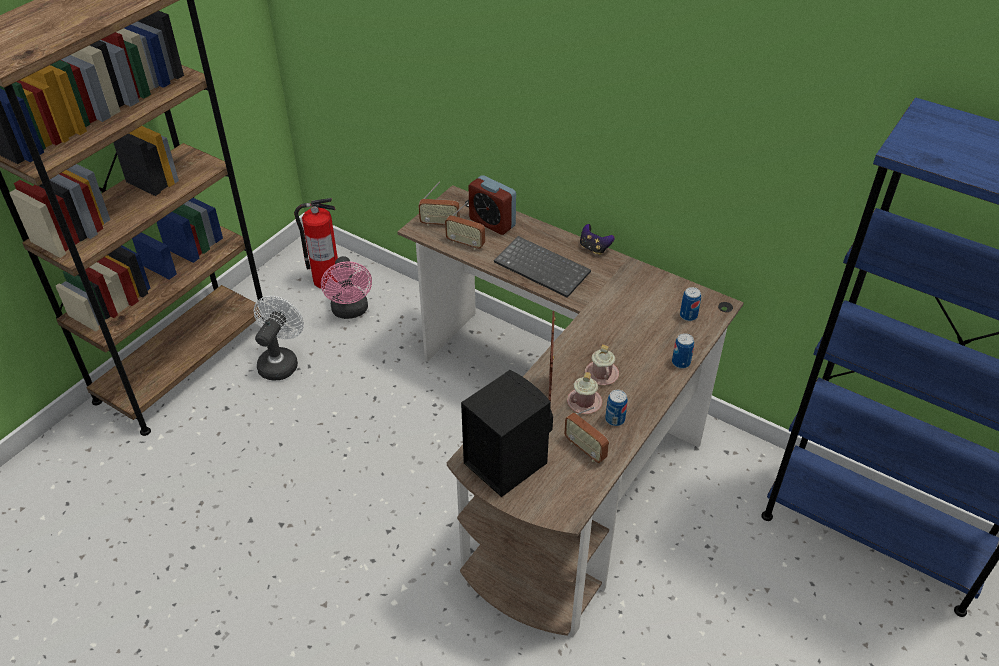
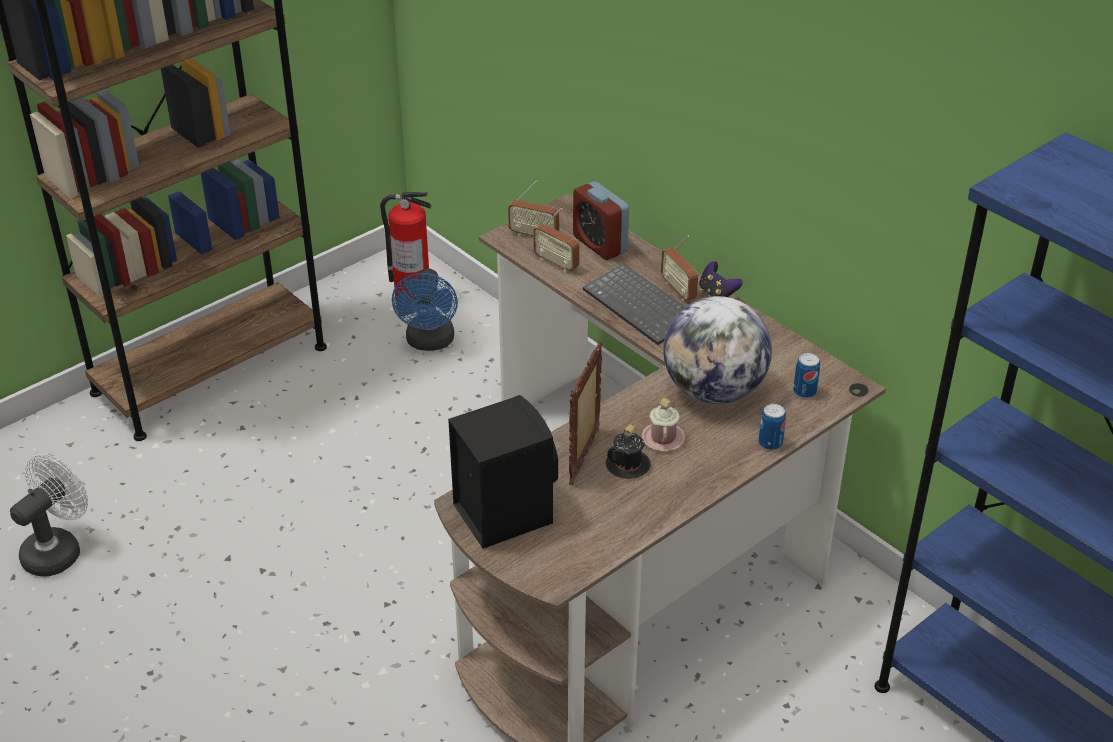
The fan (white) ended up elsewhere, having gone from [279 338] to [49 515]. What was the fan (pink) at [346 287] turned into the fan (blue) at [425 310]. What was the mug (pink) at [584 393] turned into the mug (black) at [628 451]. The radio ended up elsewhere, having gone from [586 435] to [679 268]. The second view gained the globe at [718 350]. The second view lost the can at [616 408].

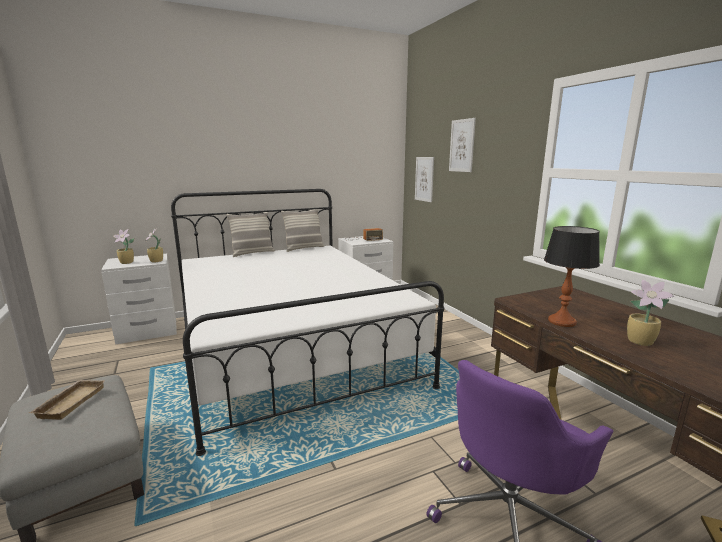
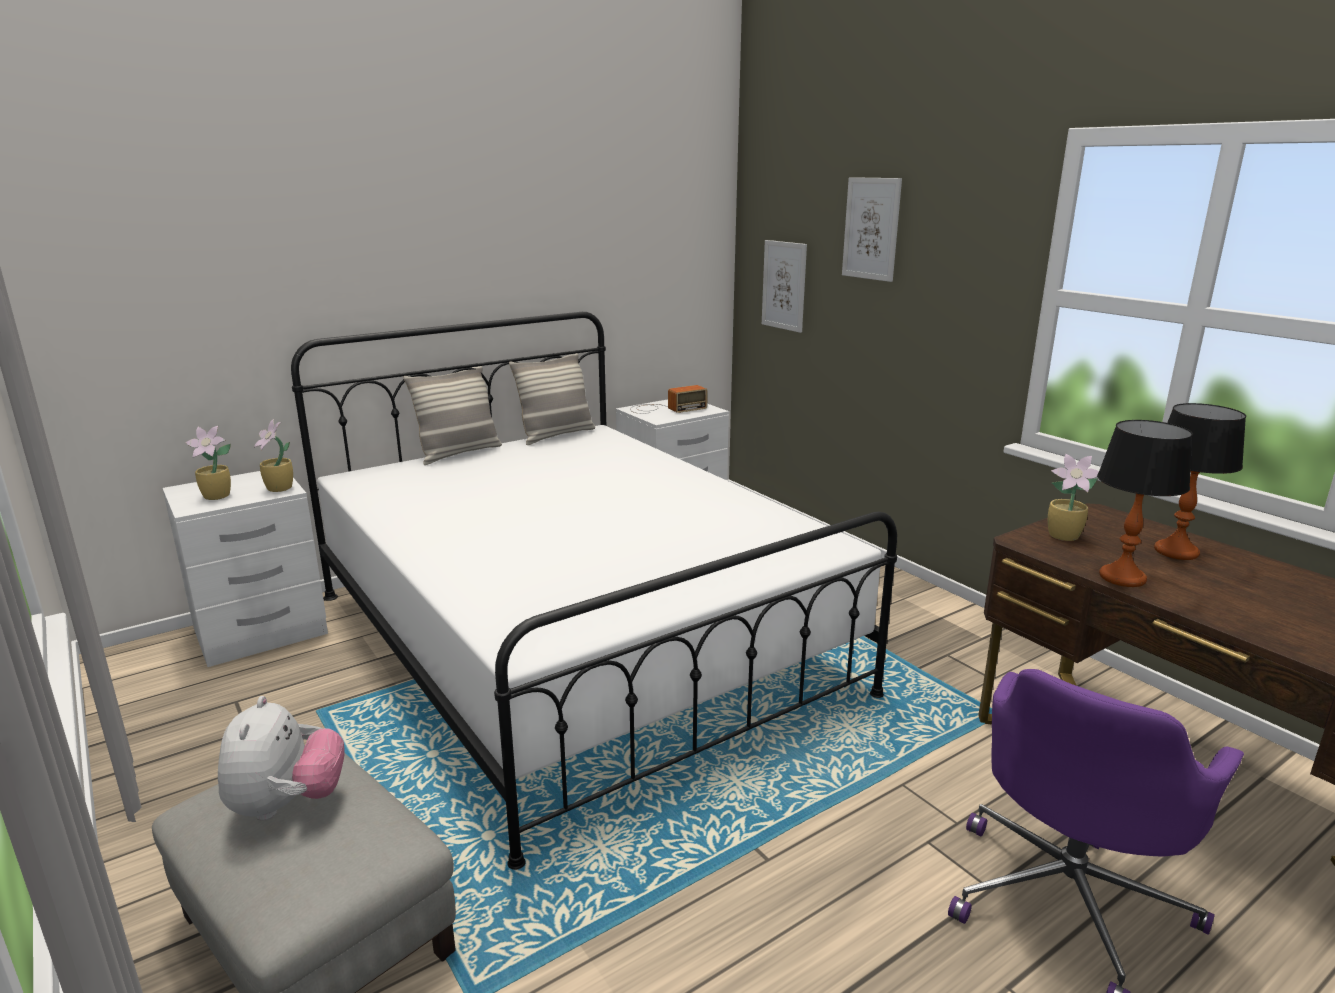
Where the tray (beige) stood at [67 400], the plush toy came to stand at [281 758]. The potted plant ended up elsewhere, having gone from [651 312] to [1073 497]. The second view gained the table lamp at [1200 481].

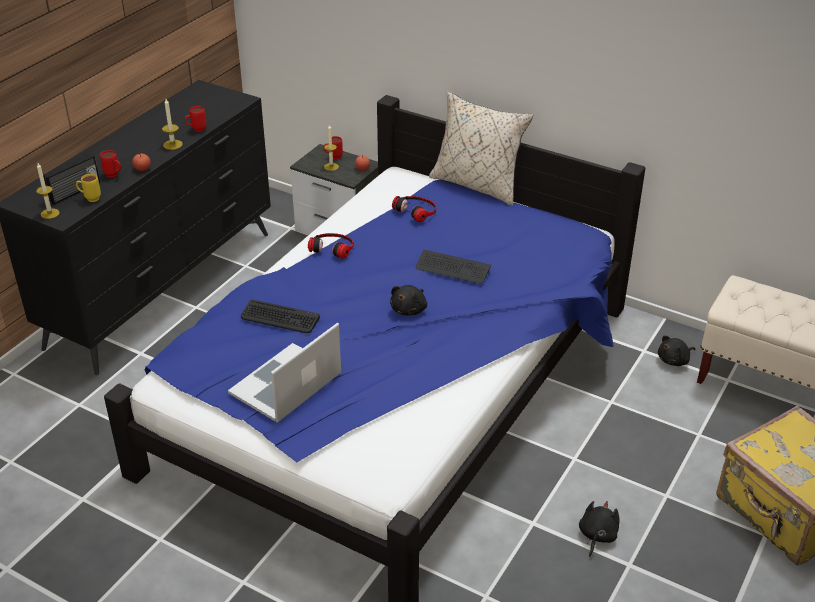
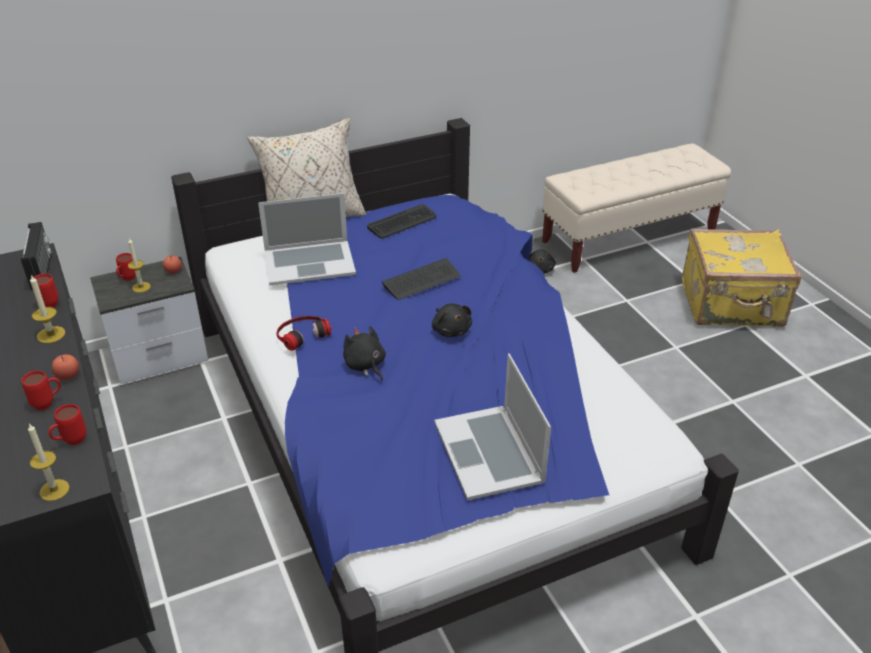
The radio ended up elsewhere, having gone from [71 179] to [36 256]. What was the mug (yellow) at [88 188] turned into the mug (red) at [67 424]. Where the headphones stood at [414 209], the laptop came to stand at [307 239]. The plush toy (black) ended up elsewhere, having gone from [599 529] to [364 354]. The keyboard ended up elsewhere, having gone from [280 316] to [402 221].

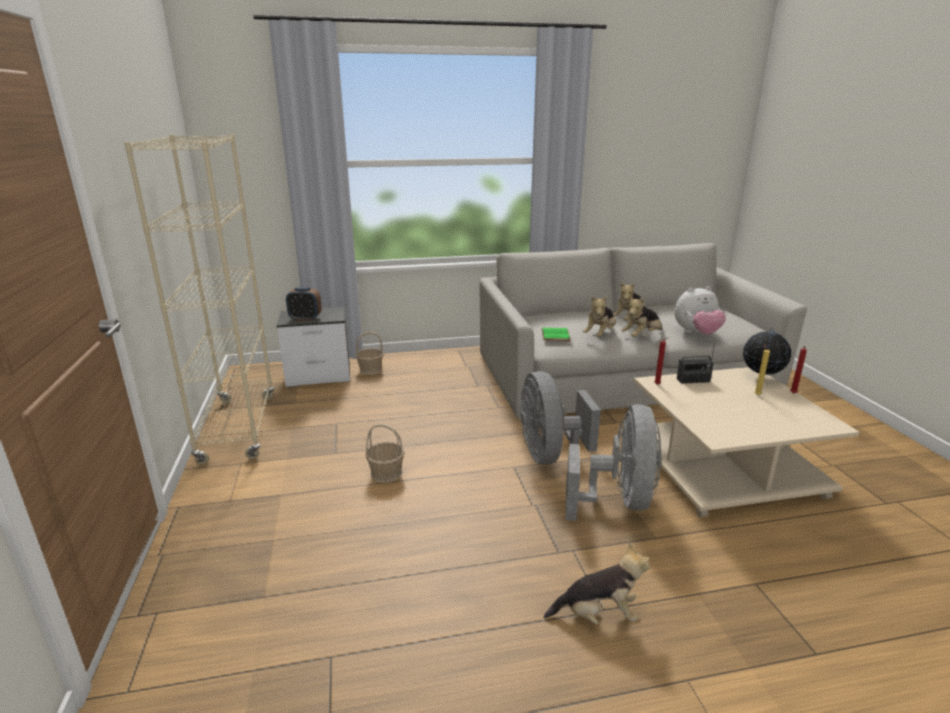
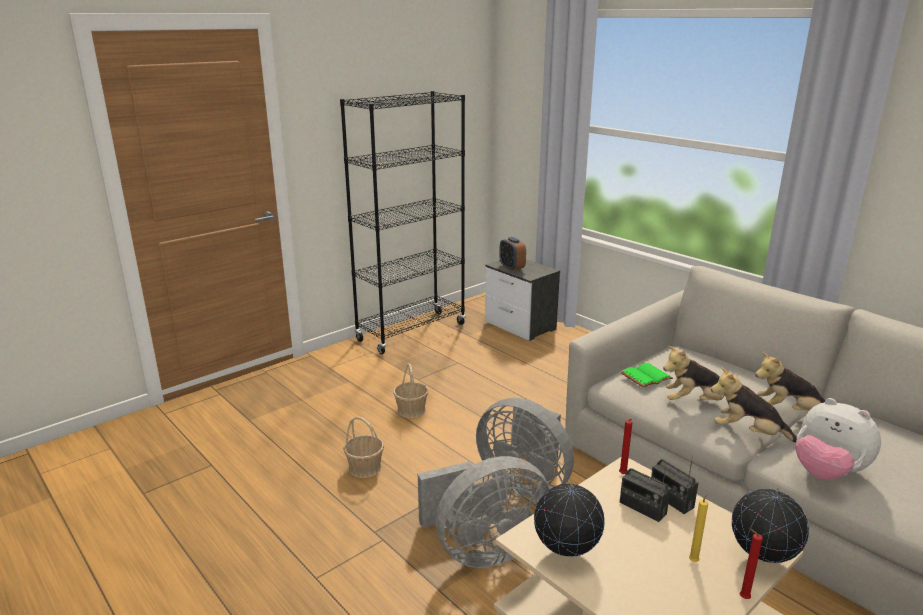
What was the bookcase (beige) at [199 299] turned into the bookcase (black) at [403 222]. The basket ended up elsewhere, having gone from [370 353] to [363 447]. The fan (grey) at [560 418] ended up facing another way, 105 degrees counterclockwise from before. The second view gained the globe at [569 519]. The second view gained the radio at [645 493]. The second view lost the plush toy at [597 583].

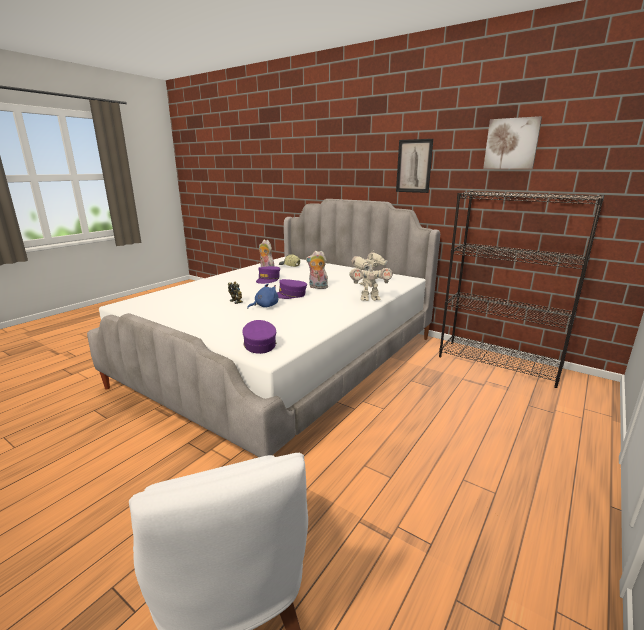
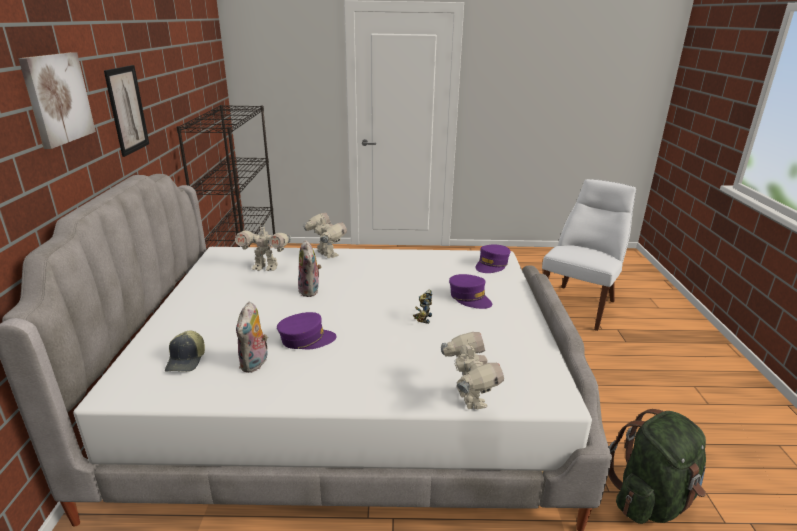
The picture ended up elsewhere, having gone from [512 142] to [57 100]. The second view gained the toy robot at [472 370]. The cap (purple) ended up elsewhere, having gone from [292 289] to [470 291]. The second view gained the backpack (green) at [657 466]. The second view lost the plush toy (blue) at [263 295].

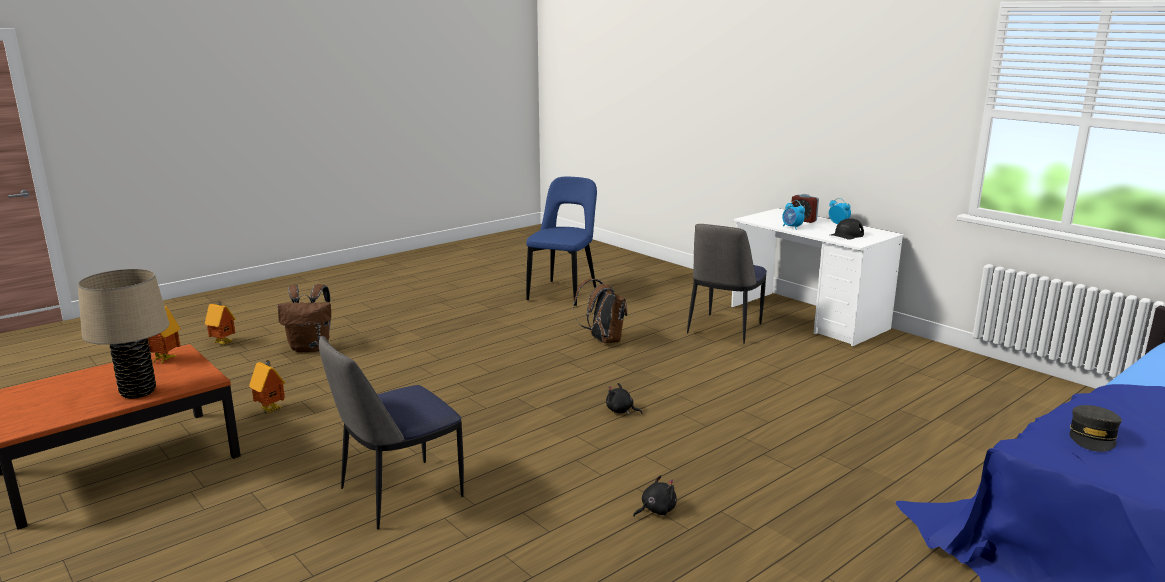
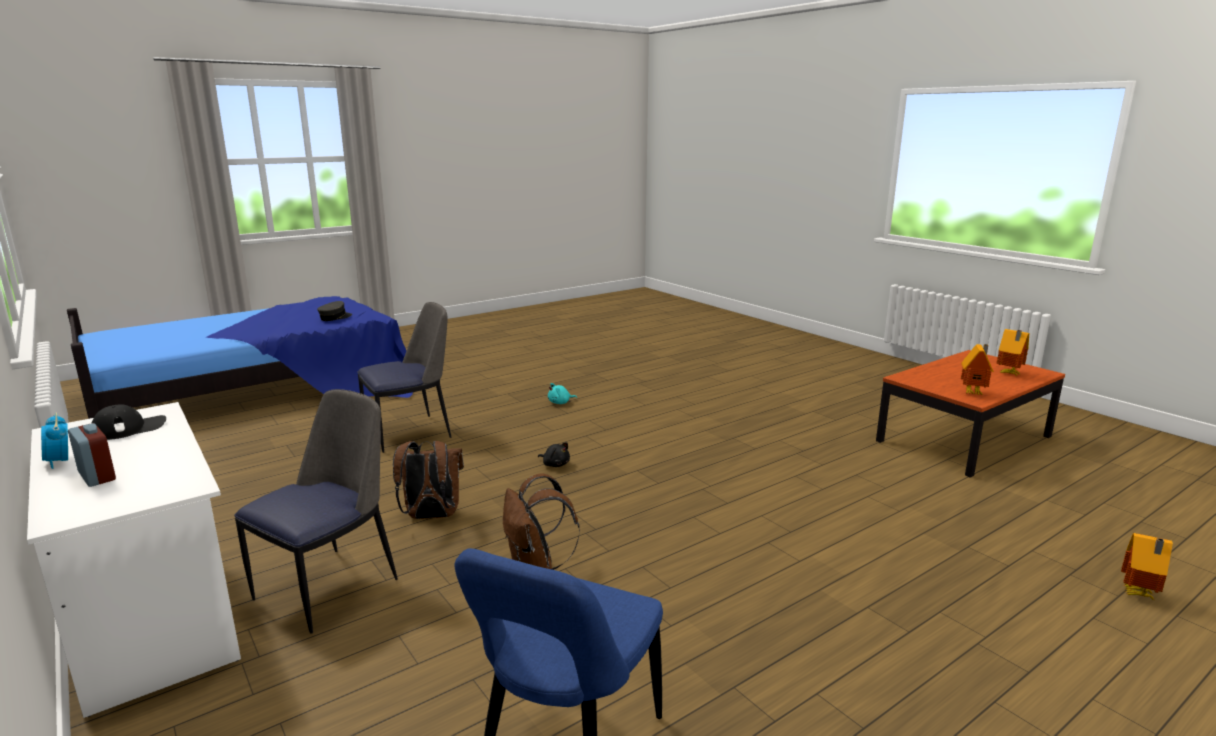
The chair ended up elsewhere, having gone from [391 433] to [404 377]. The backpack (brown) ended up elsewhere, having gone from [304 318] to [428 480]. What was the plush toy (black) at [655 496] turned into the plush toy (turquoise) at [562 393]. The toy house ended up elsewhere, having gone from [267 386] to [1013 352]. The second view lost the table lamp (beige) at [123 334]. The second view lost the alarm clock at [793 215].

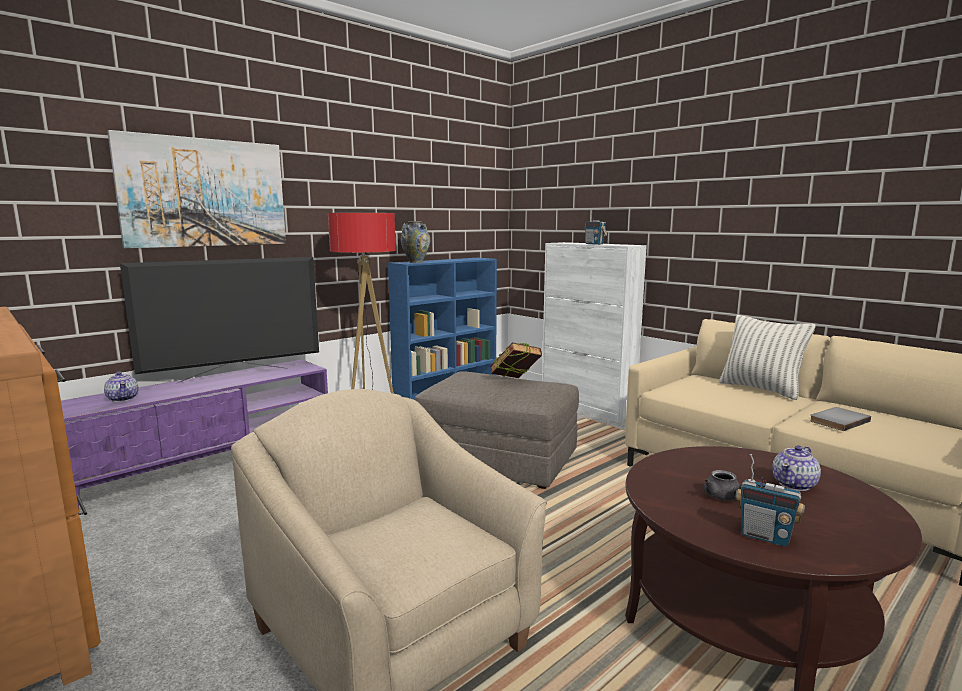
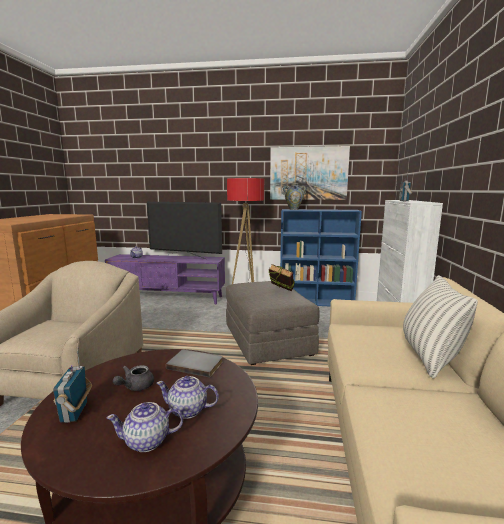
The second view gained the teapot at [144 427]. The book (grey) ended up elsewhere, having gone from [840 419] to [194 363]. The picture ended up elsewhere, having gone from [196 189] to [310 173].

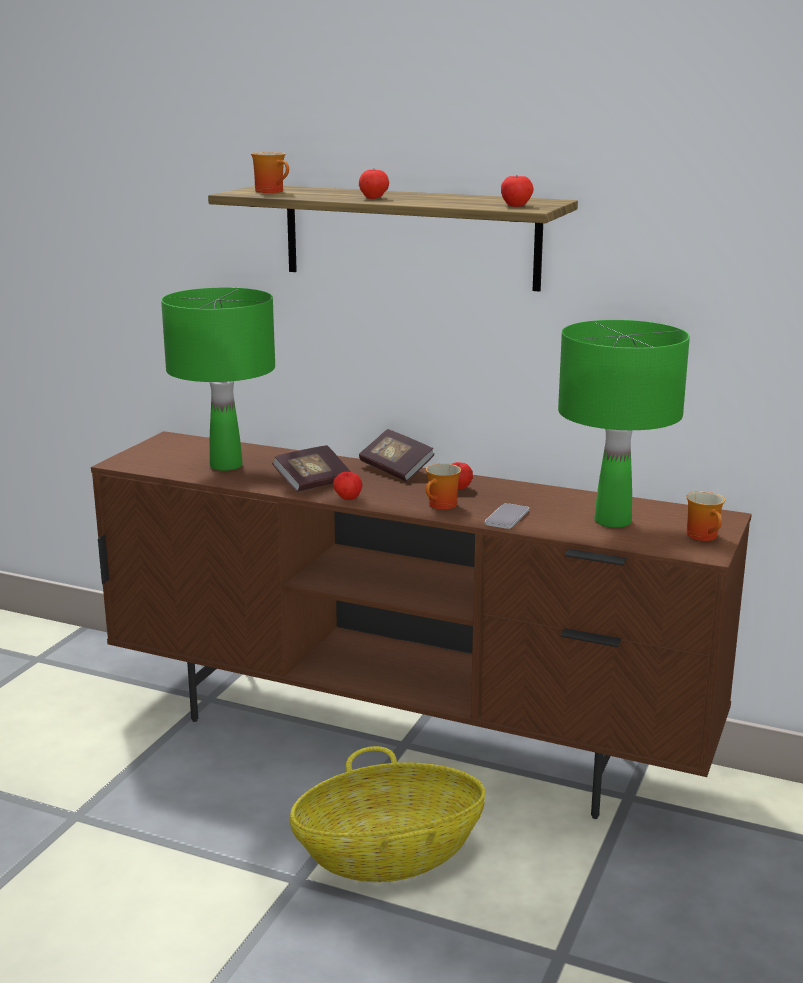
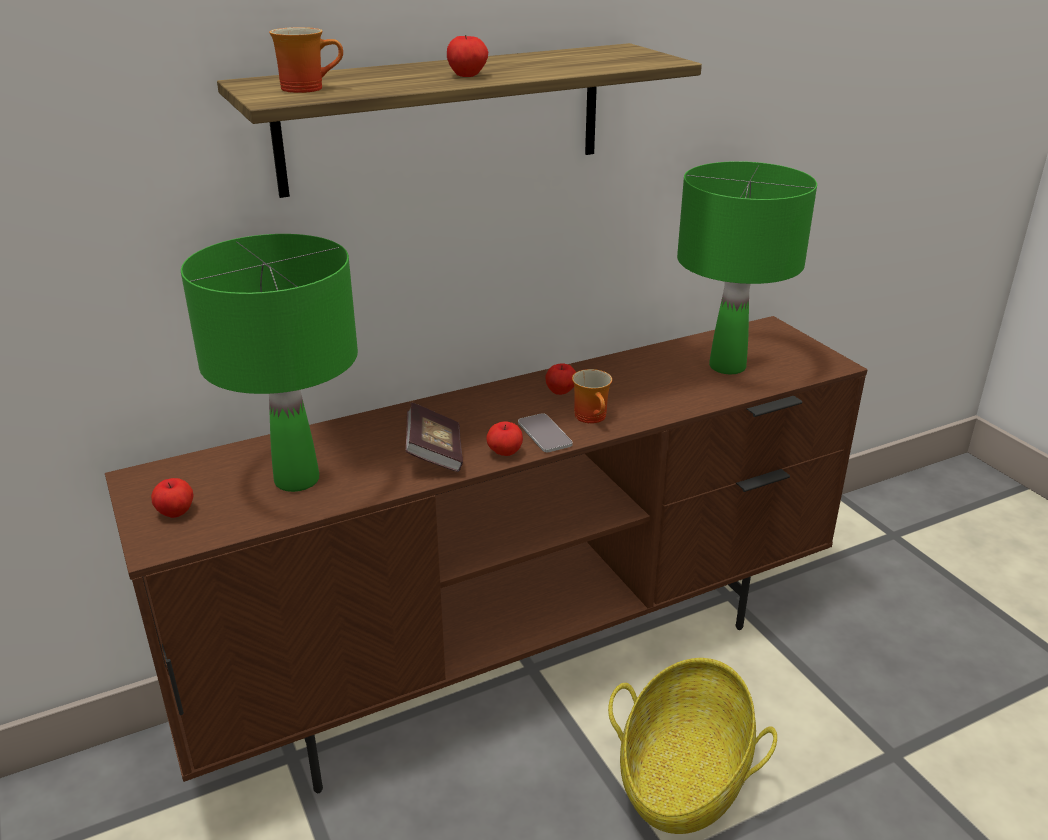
The apple ended up elsewhere, having gone from [517 191] to [172 498]. The phone ended up elsewhere, having gone from [507 516] to [545 432]. The second view lost the book at [397 455]. The second view lost the mug at [705 516].

